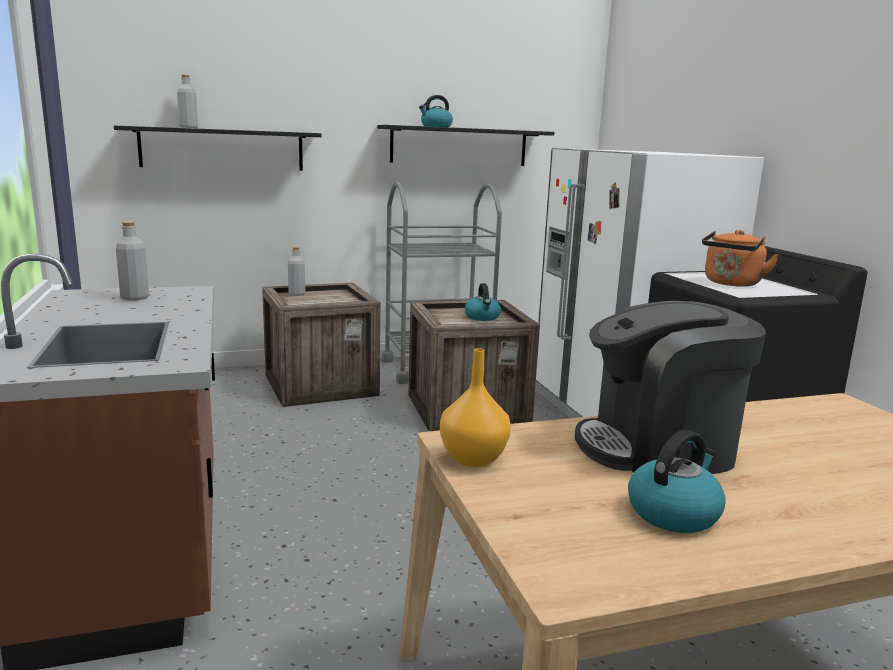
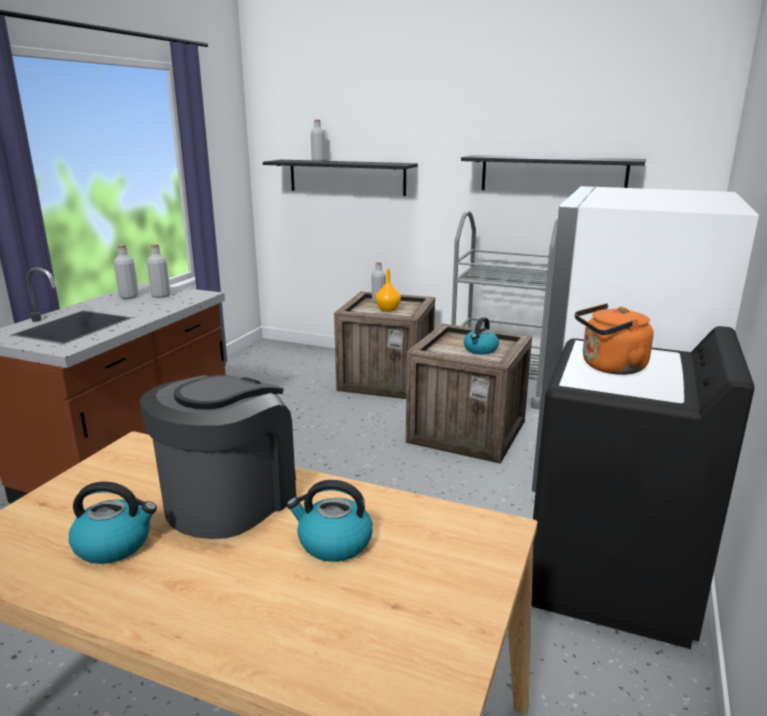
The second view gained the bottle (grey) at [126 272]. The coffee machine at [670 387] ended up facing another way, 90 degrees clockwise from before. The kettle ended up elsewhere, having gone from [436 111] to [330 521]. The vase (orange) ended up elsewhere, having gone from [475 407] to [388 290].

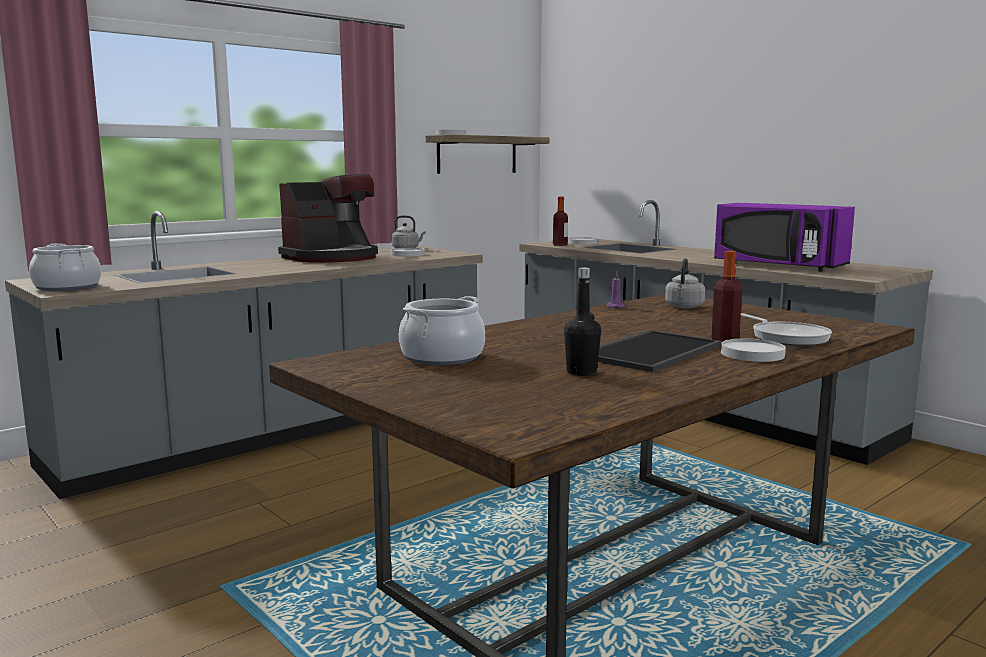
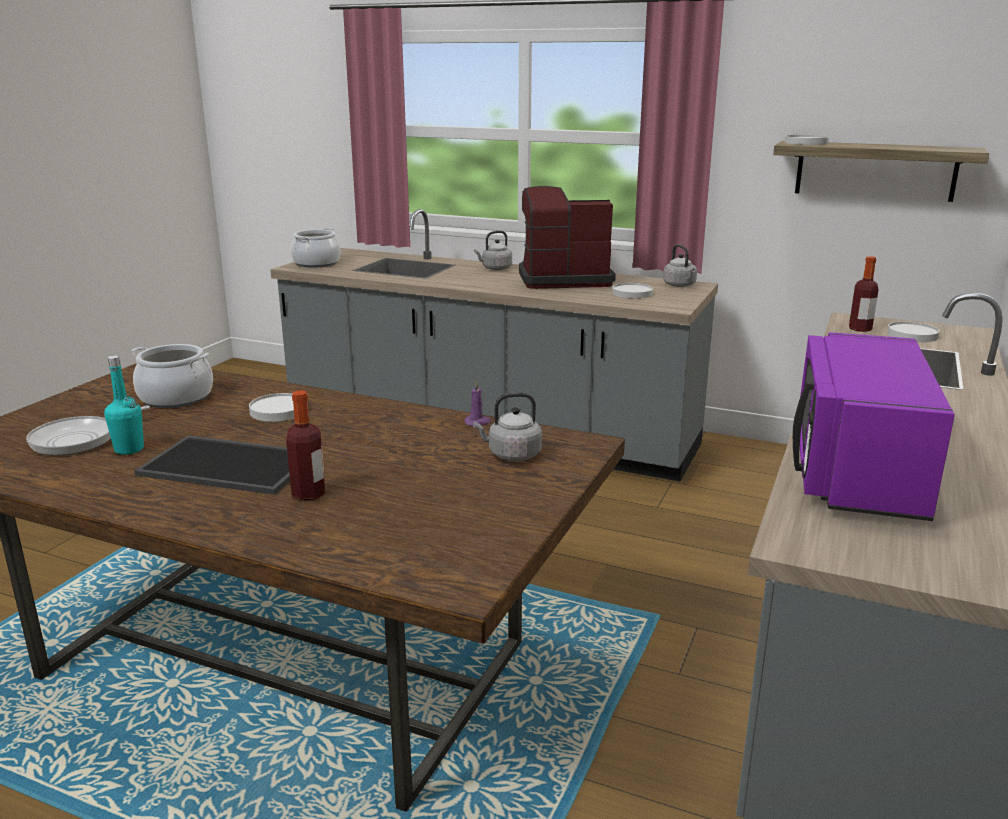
The frying pan ended up elsewhere, having gone from [786 329] to [88 430]. What was the bottle (black) at [582 321] turned into the bottle (turquoise) at [124 405]. The plate (white) ended up elsewhere, having gone from [753 350] to [271 407]. The second view gained the kettle (grey) at [493 250]. The coffee machine at [328 218] ended up facing another way, 150 degrees clockwise from before.

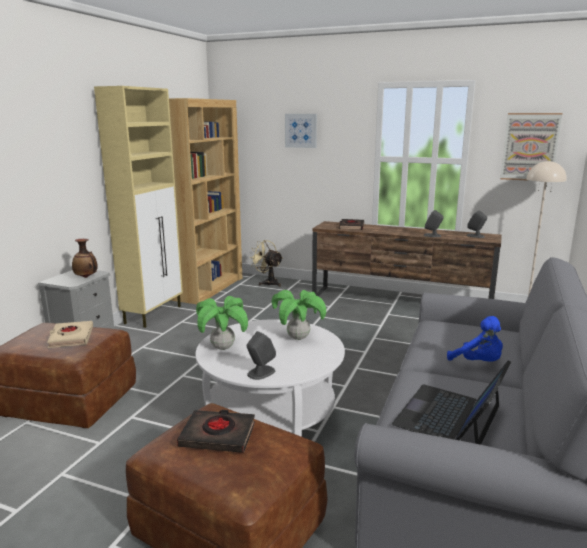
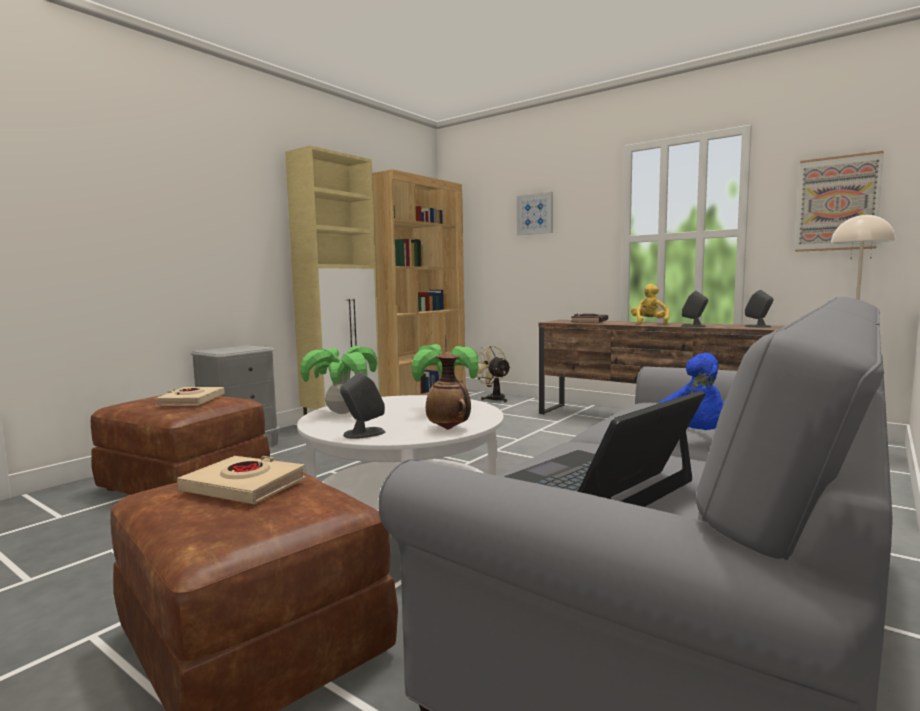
What was the book (black) at [216 431] turned into the book (beige) at [241 480]. The vase ended up elsewhere, having gone from [85 258] to [448 392]. The second view gained the plush toy (yellow) at [650 304].

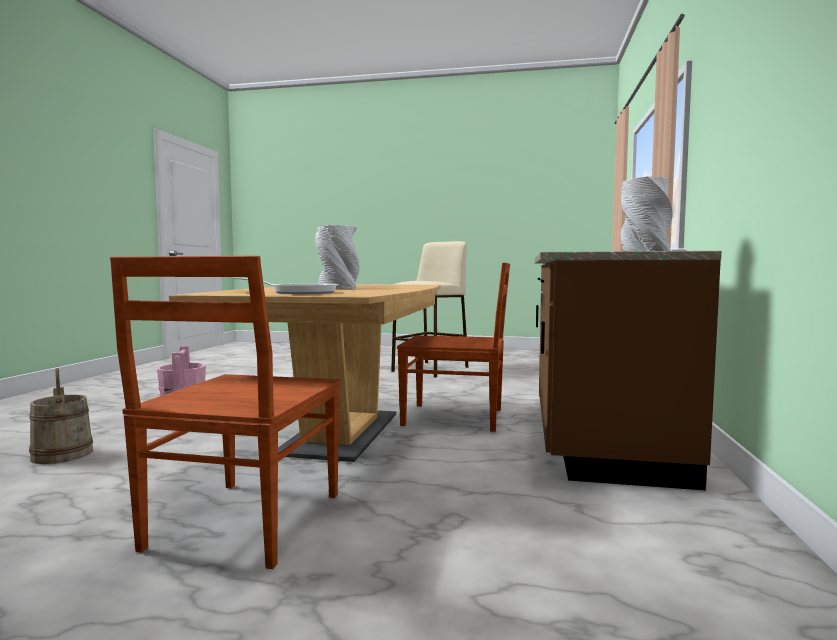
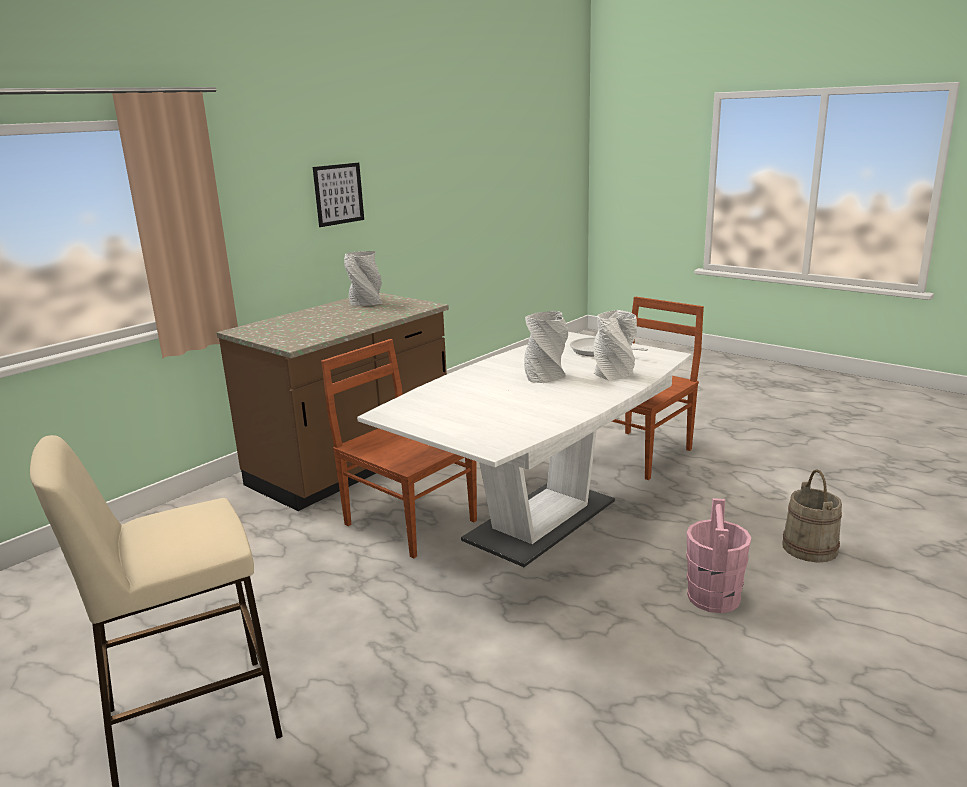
The second view gained the picture at [338 195]. What was the dining table (brown) at [304 373] turned into the dining table (white) at [524 449]. The second view gained the vase (white) at [615 345].

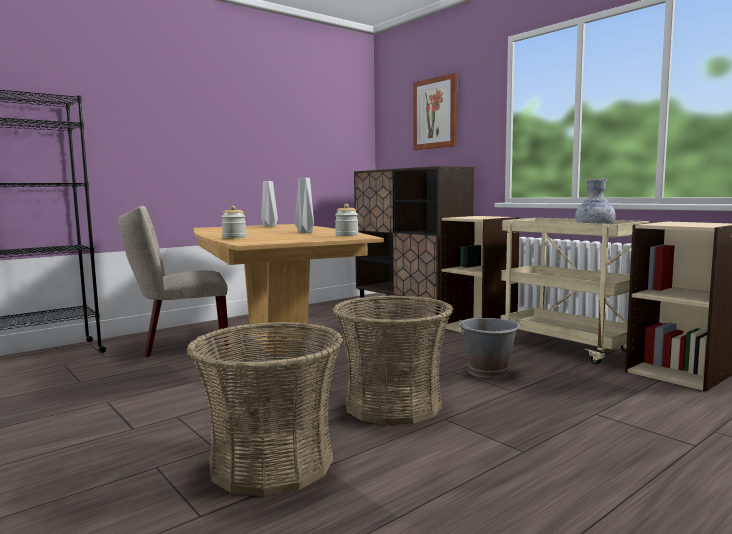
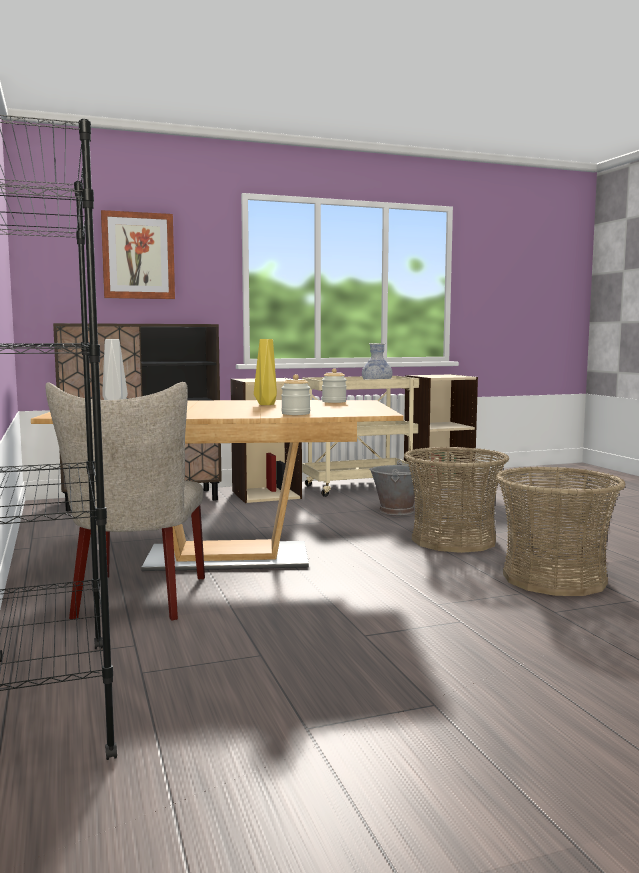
What was the vase (grey) at [304 205] turned into the vase (yellow) at [265 372].

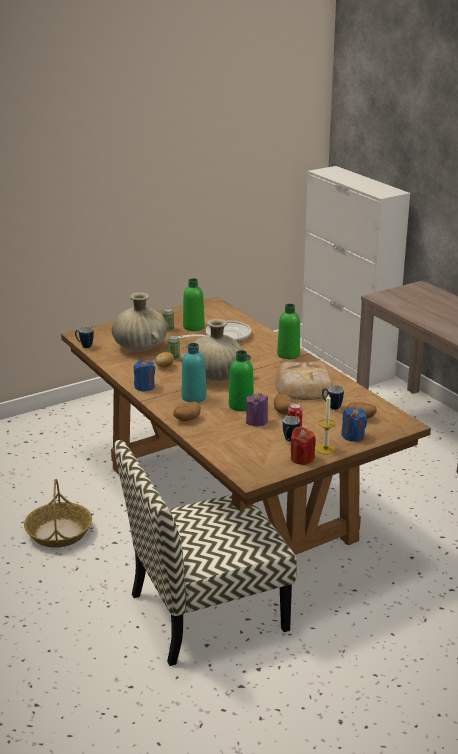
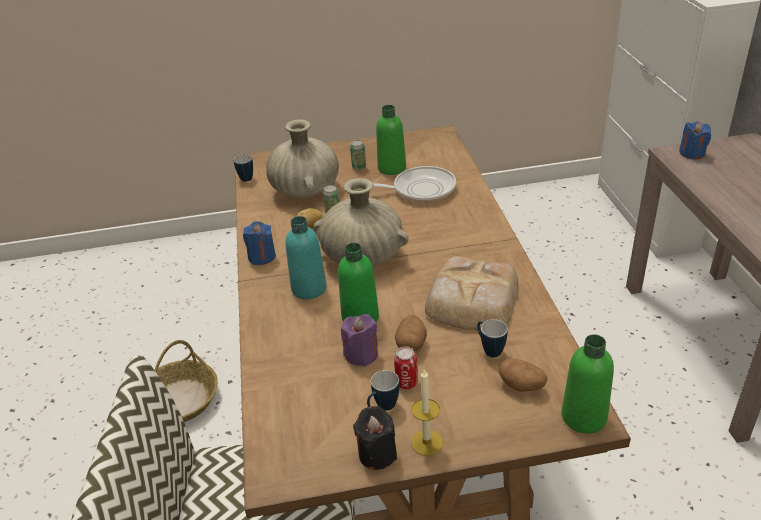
What was the candle (red) at [303 445] turned into the candle (black) at [375 438]. The bottle (green) ended up elsewhere, having gone from [288 331] to [587 384]. The candle (blue) ended up elsewhere, having gone from [354 424] to [695 140]. The second view lost the potato at [187 411].

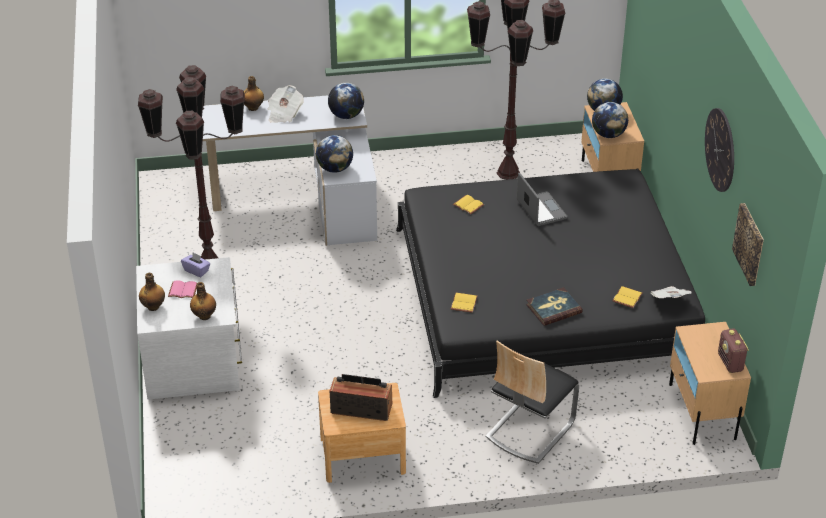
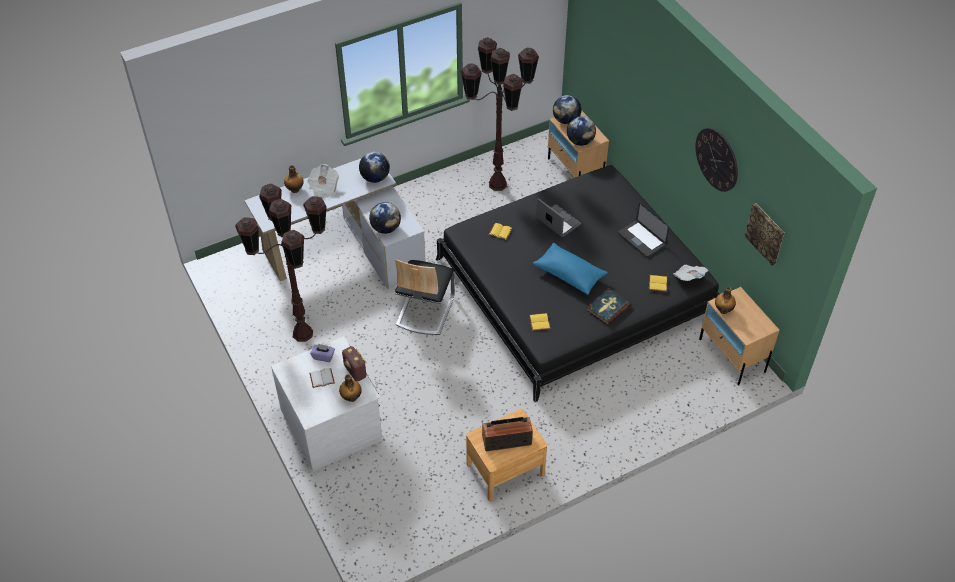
What was the book (pink) at [182 289] turned into the book (white) at [322 378]. The radio ended up elsewhere, having gone from [733 351] to [354 364]. The chair ended up elsewhere, having gone from [532 402] to [425 297]. The second view gained the pillow (blue) at [570 269]. The second view gained the laptop at [643 230]. The bottle ended up elsewhere, having gone from [152 292] to [725 300].

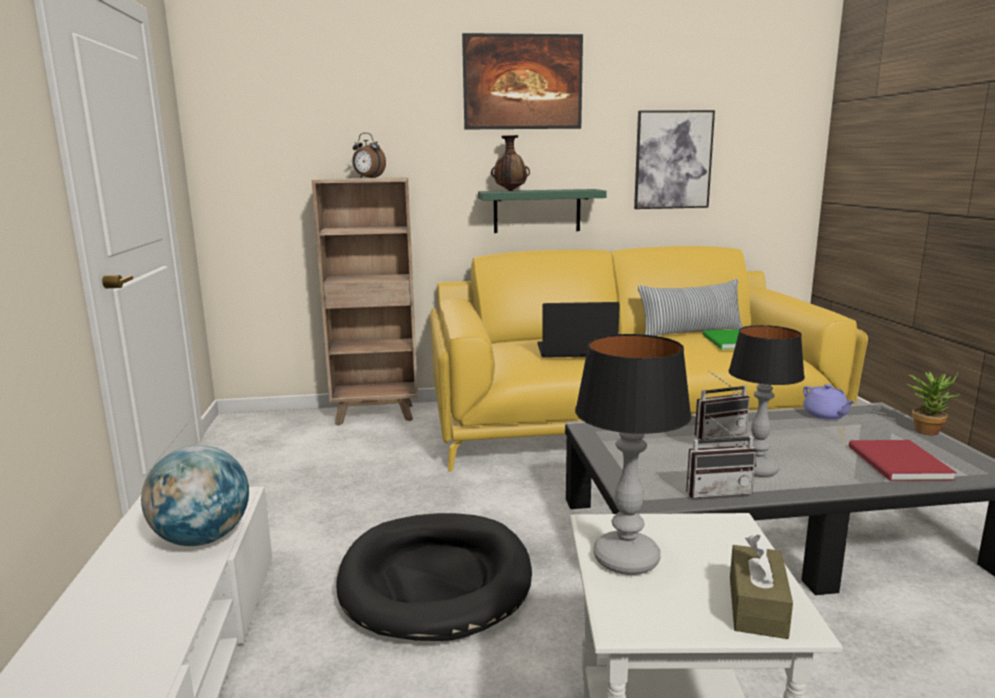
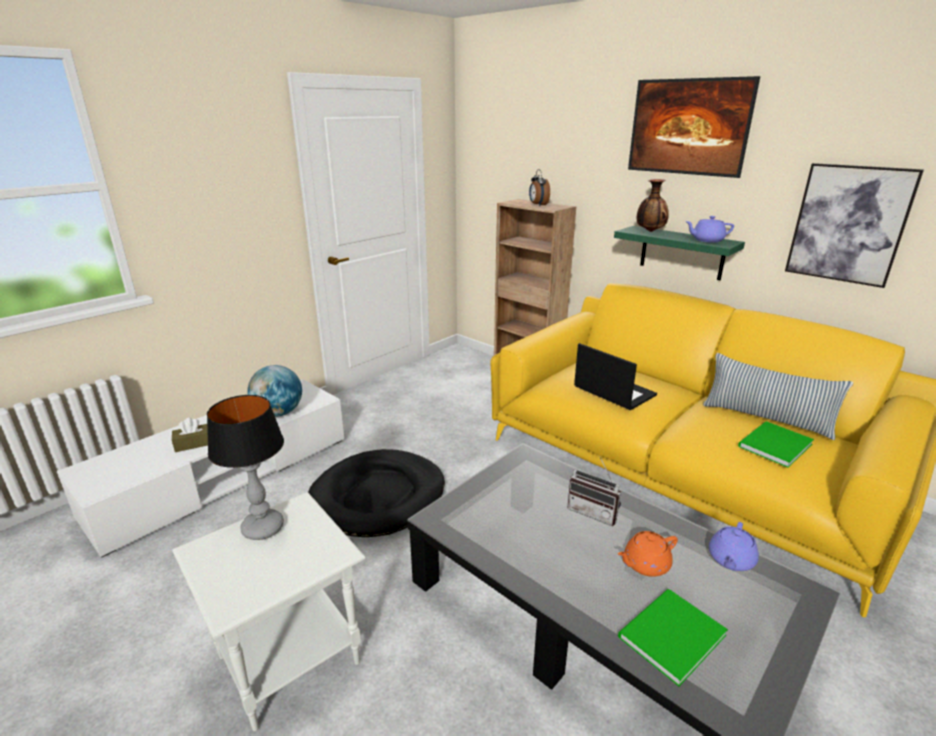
The tissue box (brown) ended up elsewhere, having gone from [761 587] to [190 435]. The second view gained the teapot (orange) at [648 554]. What was the book (red) at [903 460] turned into the book (green) at [673 637]. The second view gained the teapot (purple) at [709 229]. The second view lost the radio at [721 456]. The second view lost the table lamp at [767 401]. The second view lost the potted plant at [933 403].

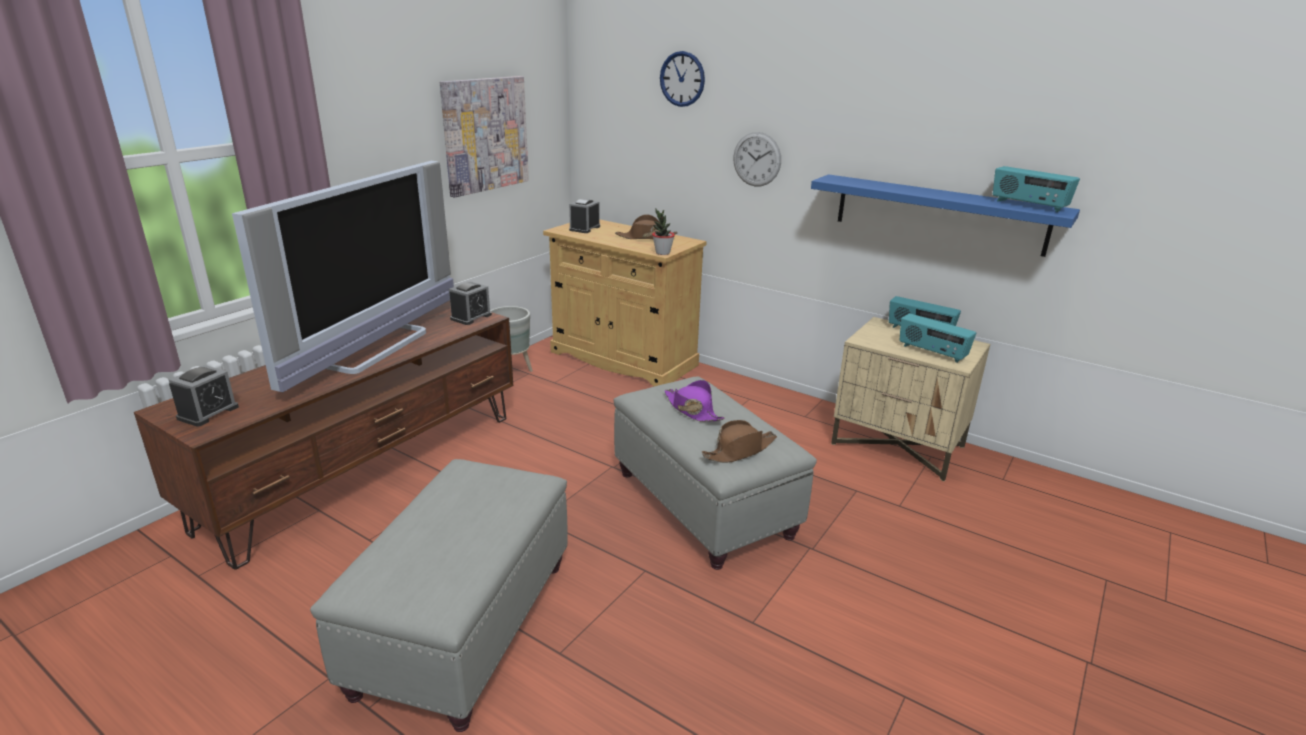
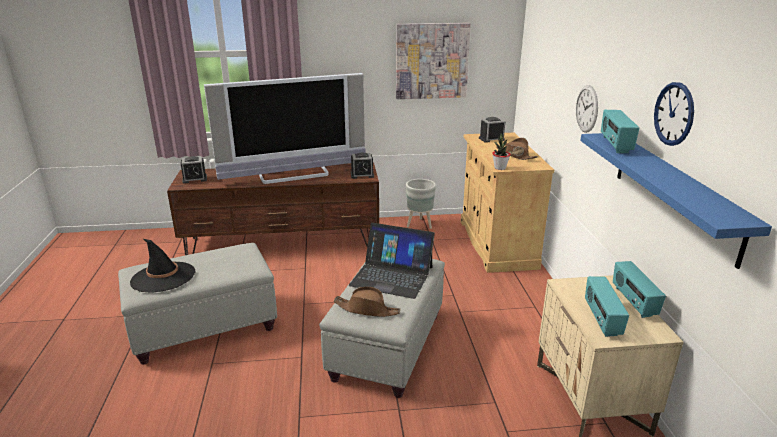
The second view gained the hat (black) at [162 266]. Where the hat (purple) stood at [695 401], the laptop came to stand at [392 261]. The radio ended up elsewhere, having gone from [1036 189] to [620 131]. The wall clock ended up elsewhere, having gone from [682 79] to [674 114].

